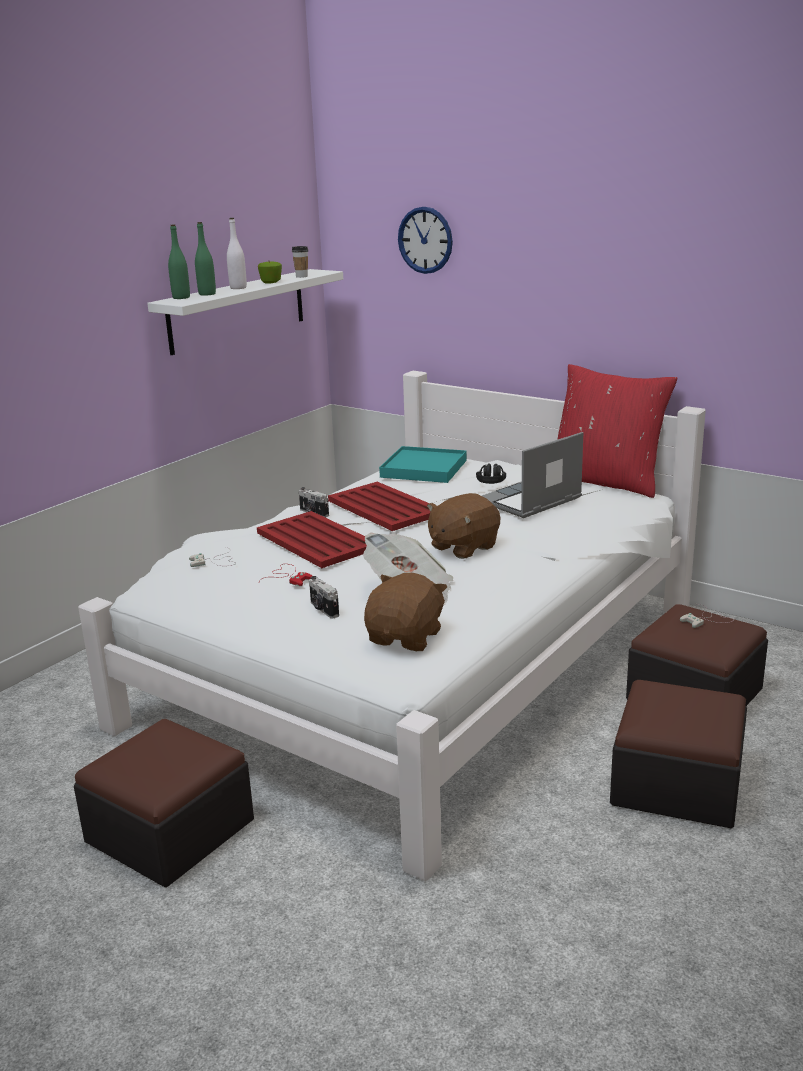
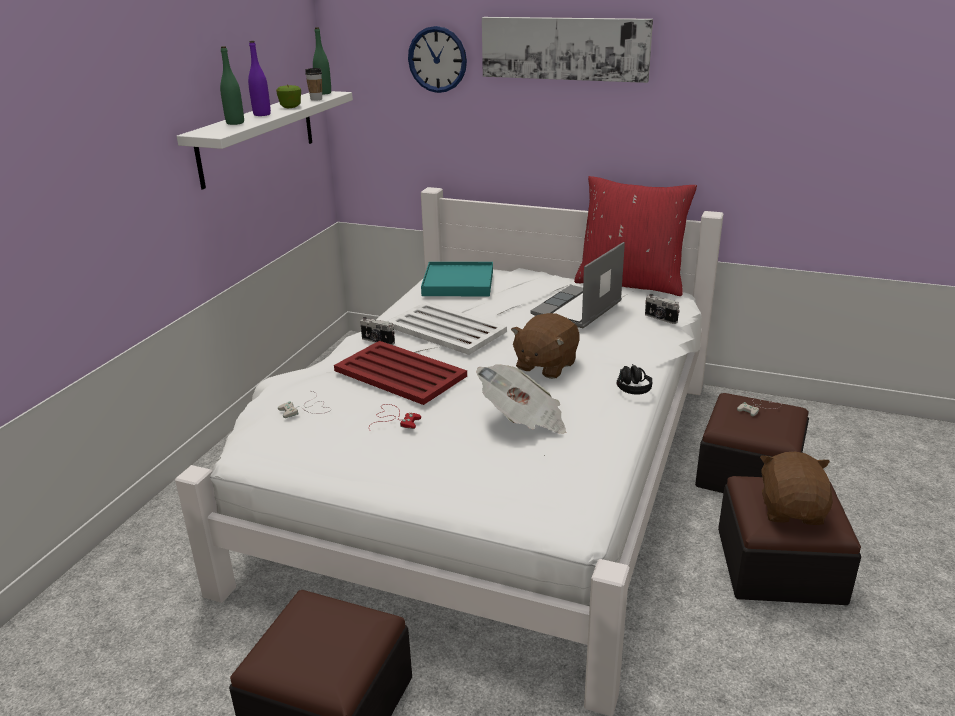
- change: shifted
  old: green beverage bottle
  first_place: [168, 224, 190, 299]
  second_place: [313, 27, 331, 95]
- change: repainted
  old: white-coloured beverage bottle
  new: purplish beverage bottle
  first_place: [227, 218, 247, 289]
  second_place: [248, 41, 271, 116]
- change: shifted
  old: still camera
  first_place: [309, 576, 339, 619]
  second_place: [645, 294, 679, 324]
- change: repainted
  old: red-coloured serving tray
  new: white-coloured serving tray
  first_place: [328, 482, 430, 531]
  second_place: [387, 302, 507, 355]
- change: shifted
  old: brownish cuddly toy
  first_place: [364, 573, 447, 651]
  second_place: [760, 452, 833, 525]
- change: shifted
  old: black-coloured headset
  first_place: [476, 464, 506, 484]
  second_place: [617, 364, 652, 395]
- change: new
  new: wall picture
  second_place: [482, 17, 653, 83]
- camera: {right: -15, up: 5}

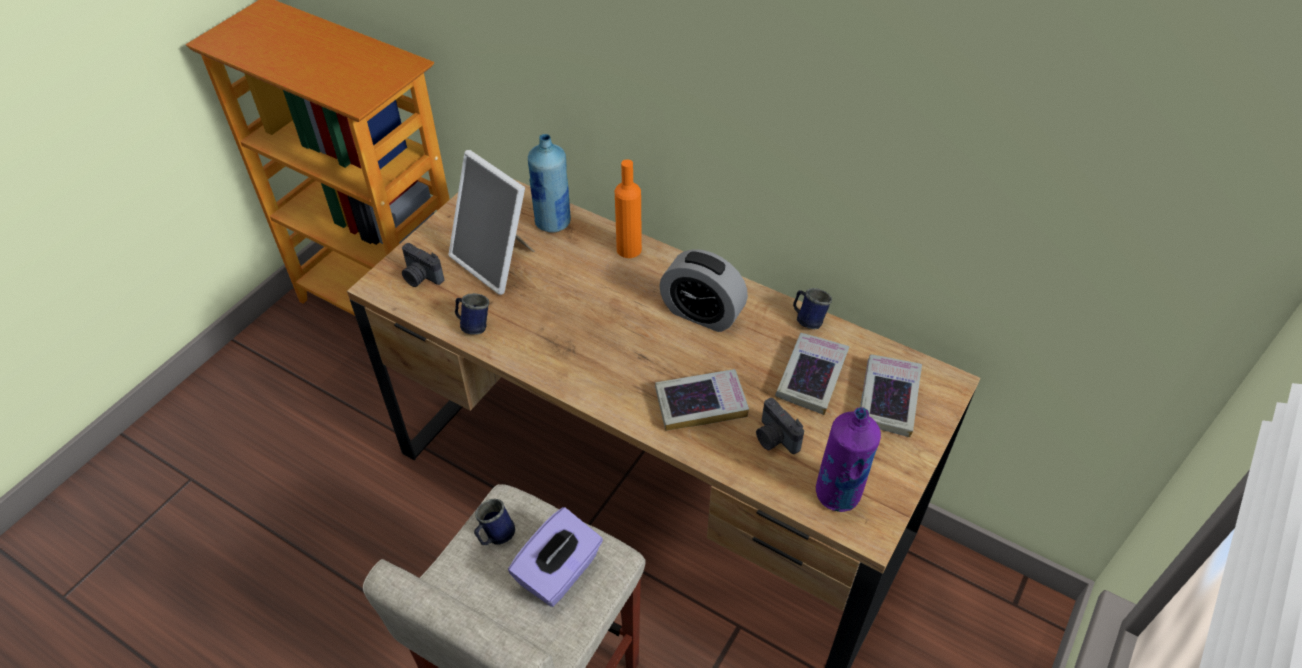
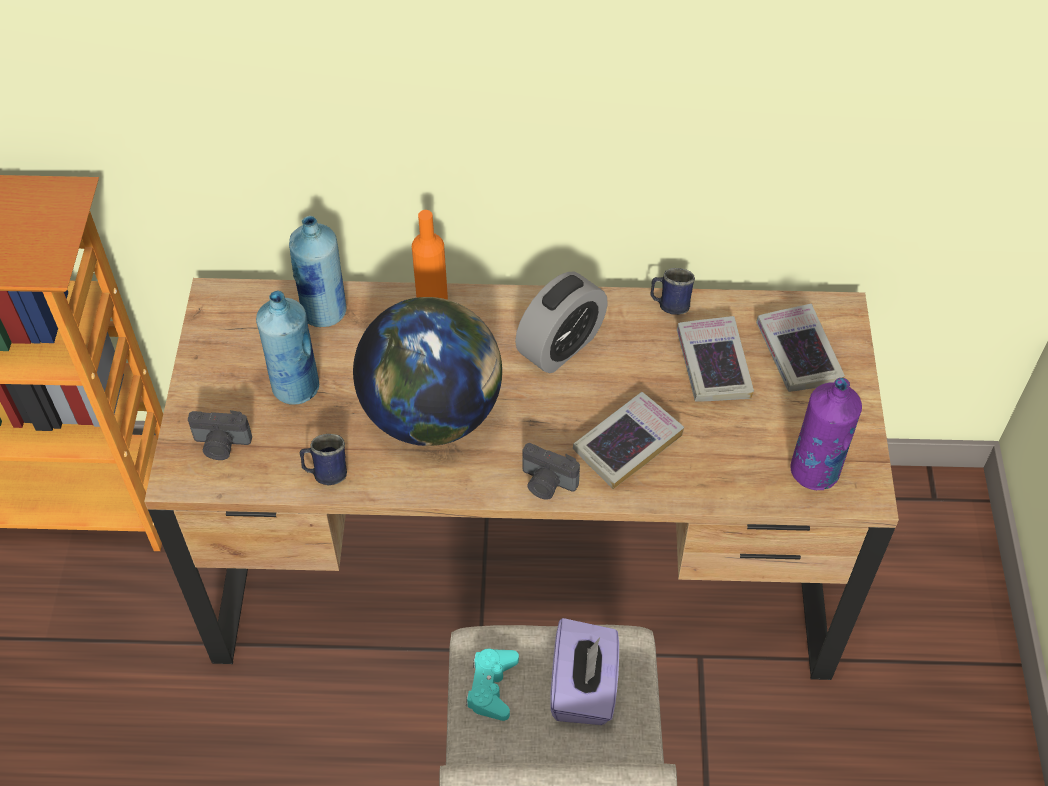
- change: swapped
  old: picture frame
  new: blue-coloured beverage bottle
  first_place: [449, 150, 535, 295]
  second_place: [256, 291, 319, 405]
- change: swapped
  old: blue-coloured tea mug
  new: turquoise joypad
  first_place: [474, 499, 515, 545]
  second_place: [466, 649, 519, 721]
- change: rotated
  old: bedside clock
  first_place: [659, 249, 748, 332]
  second_place: [515, 271, 608, 373]
  degrees: -45
- change: shifted
  old: still camera
  first_place: [756, 398, 804, 454]
  second_place: [522, 443, 580, 500]
- change: new
  new: world globe
  second_place: [353, 297, 502, 446]
- camera: {right: -30, up: 5}

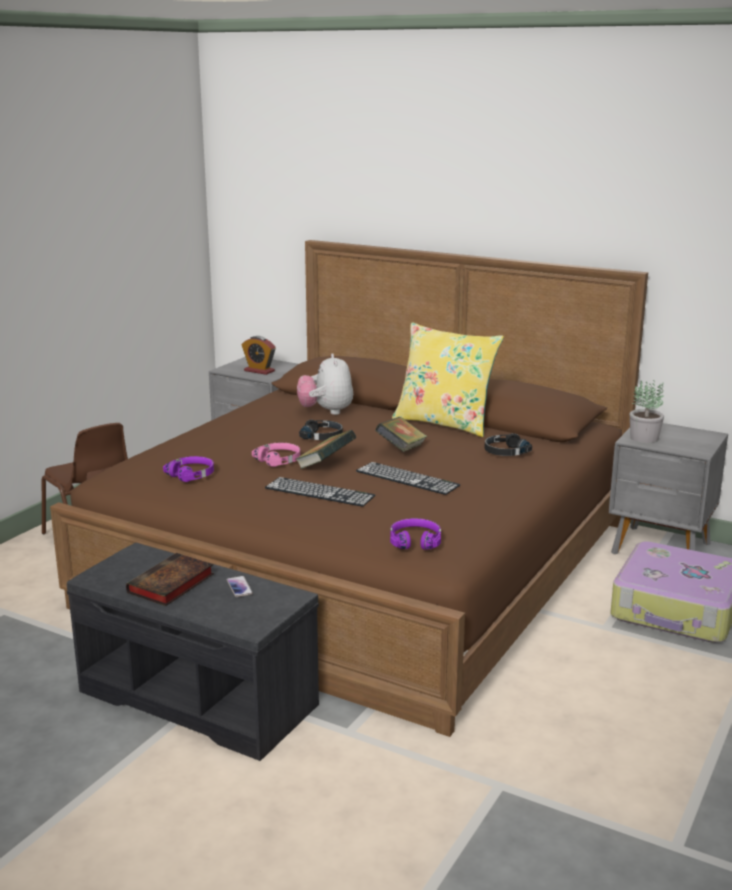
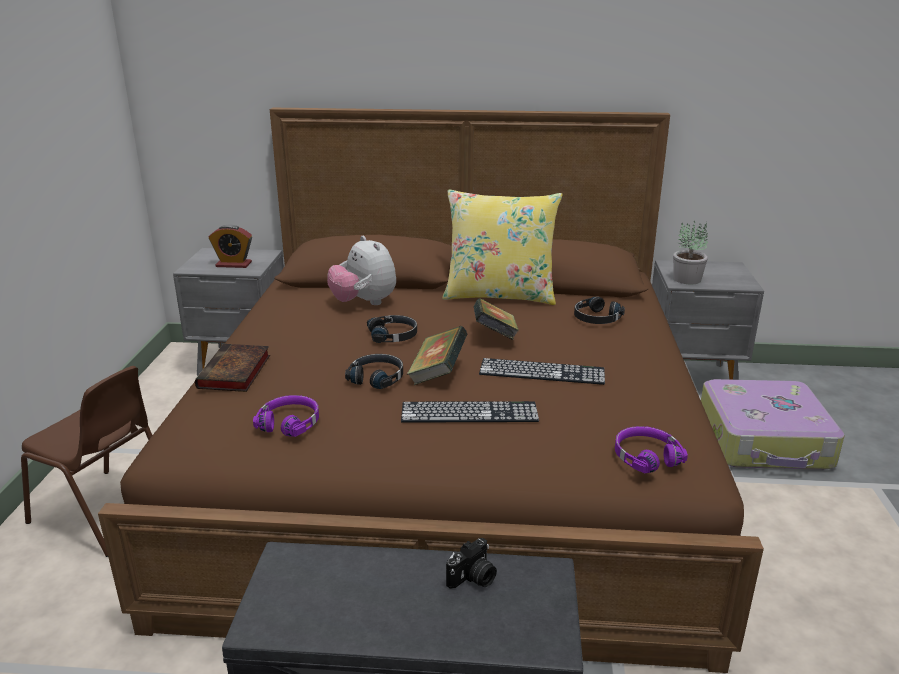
- change: shifted
  old: volume
  first_place: [126, 553, 214, 606]
  second_place: [195, 344, 270, 392]
- change: swapped
  old: telephone
  new: still camera
  first_place: [226, 576, 253, 597]
  second_place: [446, 538, 497, 589]
- change: repainted
  old: pinkish headset
  new: black-coloured headset
  first_place: [252, 443, 300, 467]
  second_place: [345, 354, 403, 389]
- camera: {right: -25, up: 5}

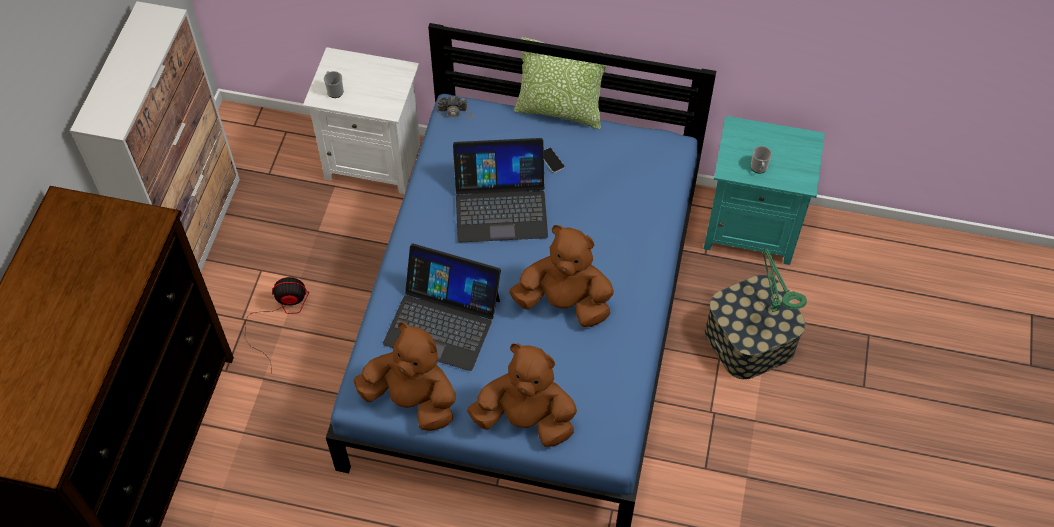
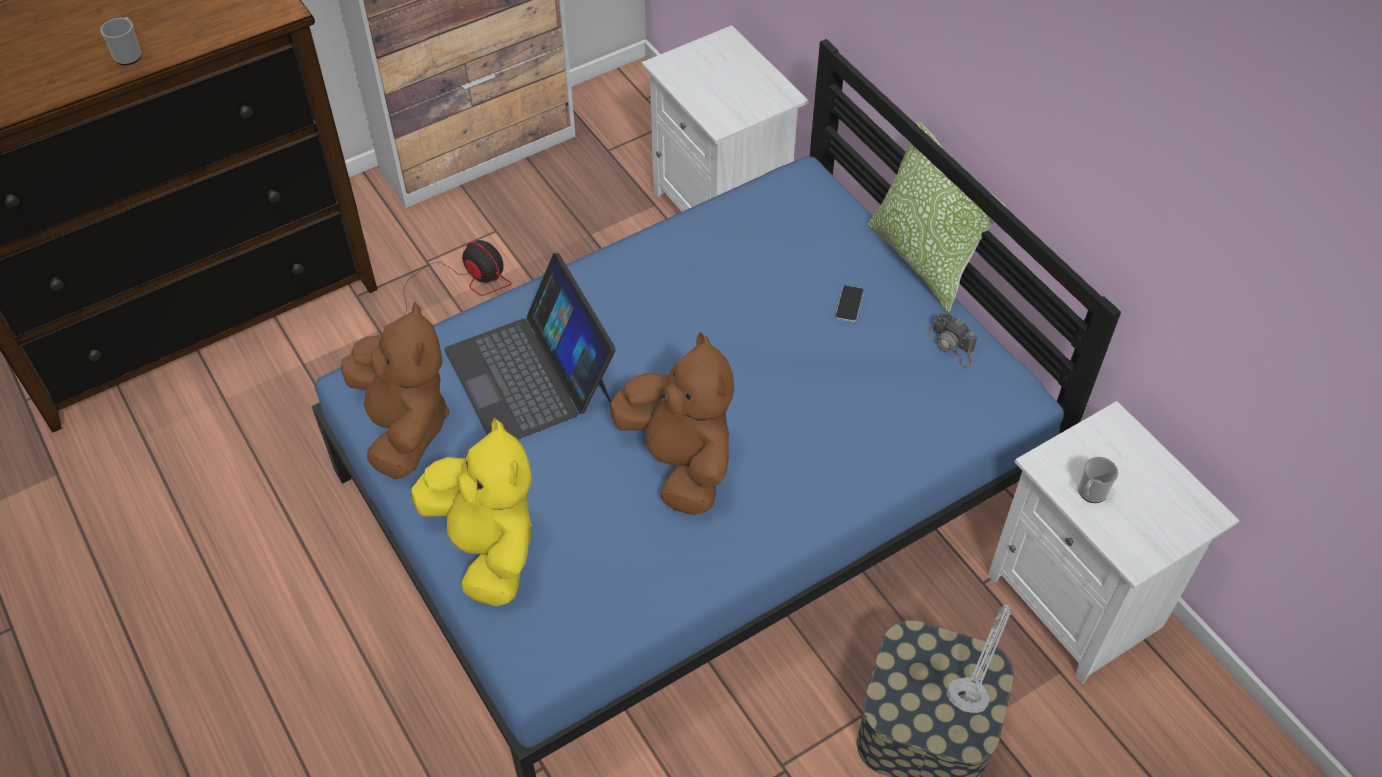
- change: shifted
  old: tea mug
  first_place: [324, 71, 344, 98]
  second_place: [100, 17, 142, 65]
- change: shifted
  old: still camera
  first_place: [437, 96, 474, 119]
  second_place: [926, 312, 977, 368]
- change: gone
  old: notebook computer
  first_place: [453, 138, 548, 243]
- change: repainted
  old: brownish cuddly toy
  new: yellow-coloured cuddly toy
  first_place: [467, 344, 577, 447]
  second_place: [411, 418, 532, 607]
- change: repainted
  old: turquoise nightstand
  new: white-coloured nightstand
  first_place: [704, 116, 825, 265]
  second_place: [988, 401, 1239, 684]
- change: repainted
  old: green table lamp
  new: gray table lamp
  first_place: [763, 248, 807, 312]
  second_place: [947, 604, 1012, 713]
- camera: {right: 45, up: -5}

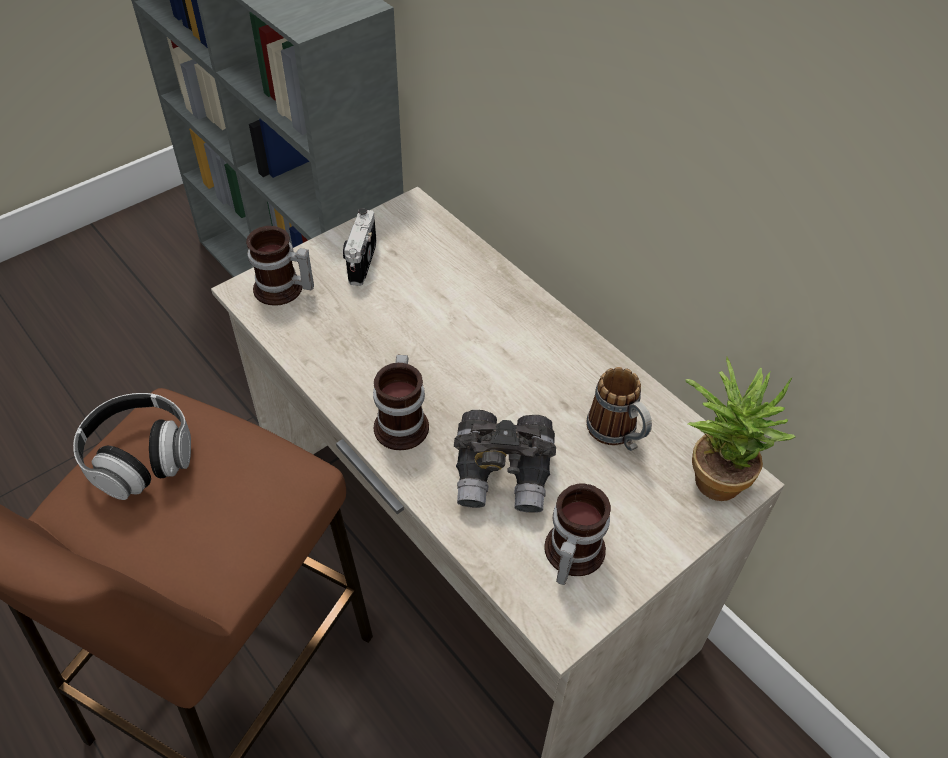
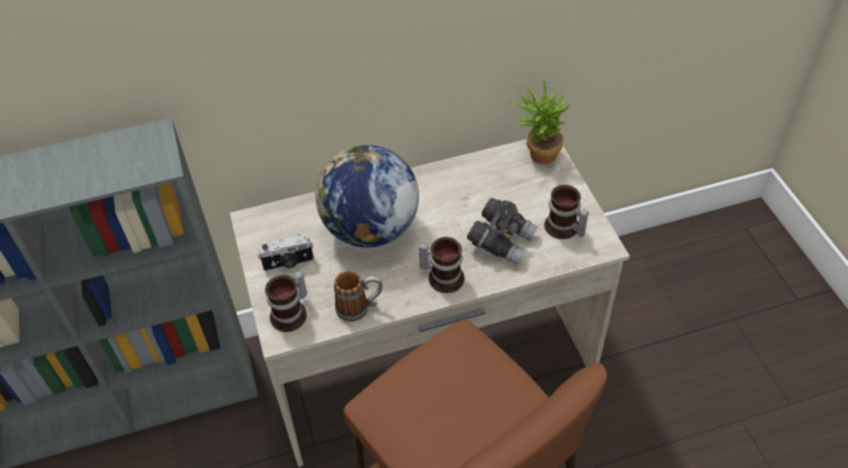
- change: gone
  old: headset
  first_place: [73, 393, 191, 500]
- change: rotated
  old: still camera
  first_place: [343, 208, 377, 286]
  second_place: [258, 234, 314, 271]
  degrees: -45
- change: shifted
  old: tea mug
  first_place: [586, 367, 652, 451]
  second_place: [334, 270, 383, 322]
- change: new
  new: world globe
  second_place: [315, 145, 419, 248]
- camera: {right: -65, up: 0}

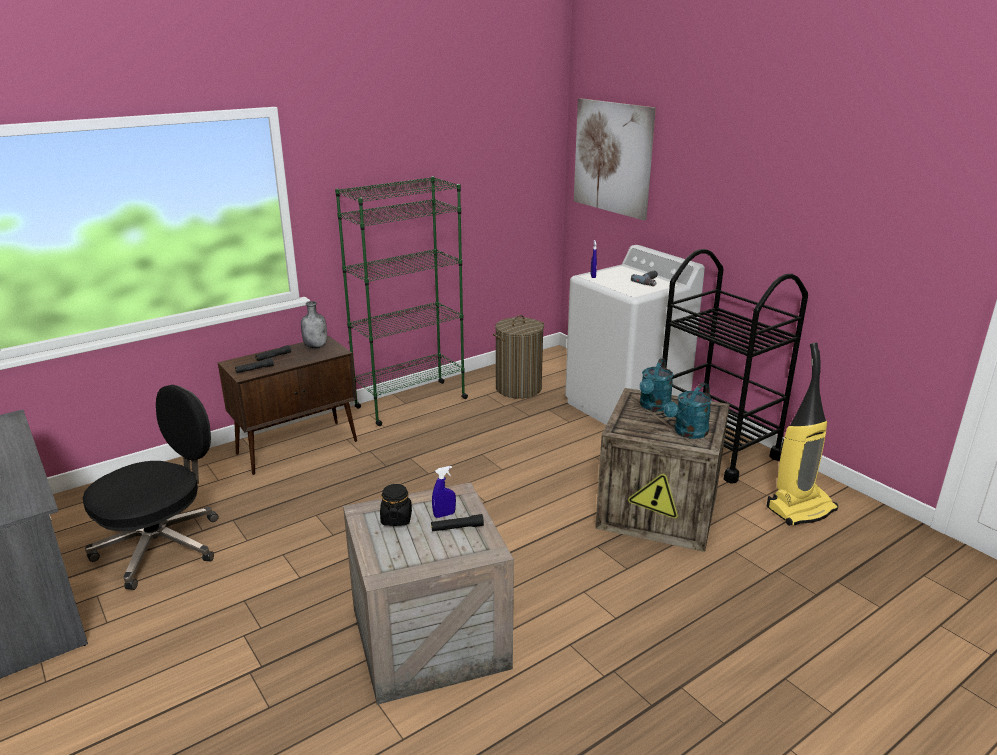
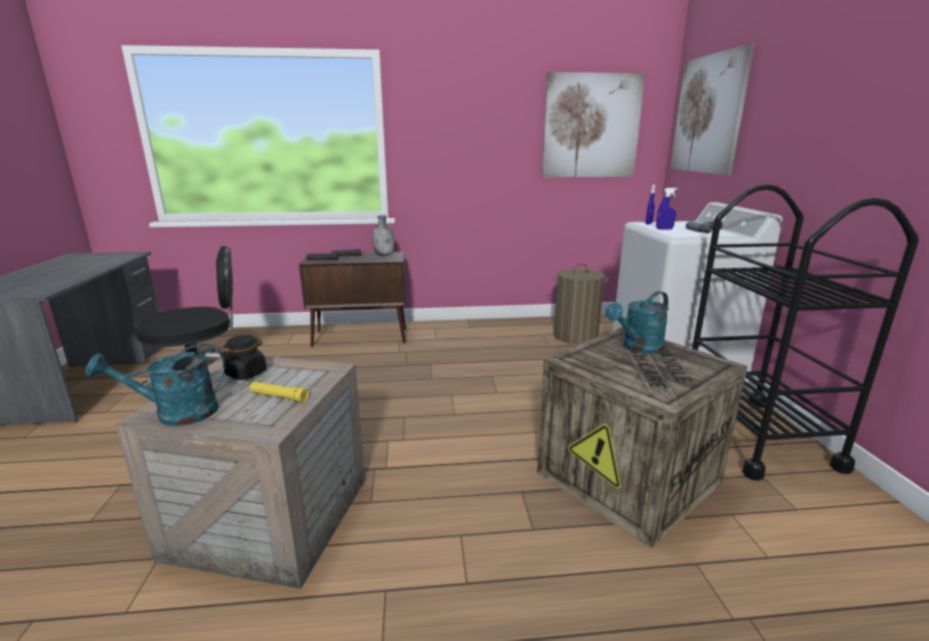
- change: gone
  old: green shelving unit
  first_place: [335, 176, 468, 426]
- change: repainted
  old: black-coloured torch
  new: yellow-coloured torch
  first_place: [431, 514, 484, 531]
  second_place: [250, 382, 309, 402]
- change: shifted
  old: blue-coloured spray bottle
  first_place: [432, 466, 456, 518]
  second_place: [656, 188, 677, 230]
- change: shifted
  old: turquoise watering can
  first_place: [664, 383, 712, 439]
  second_place: [85, 343, 225, 426]
- change: gone
  old: vacuum
  first_place: [767, 343, 838, 526]
- change: new
  new: wall picture
  second_place: [542, 72, 645, 177]
- camera: {right: 30, up: -5}

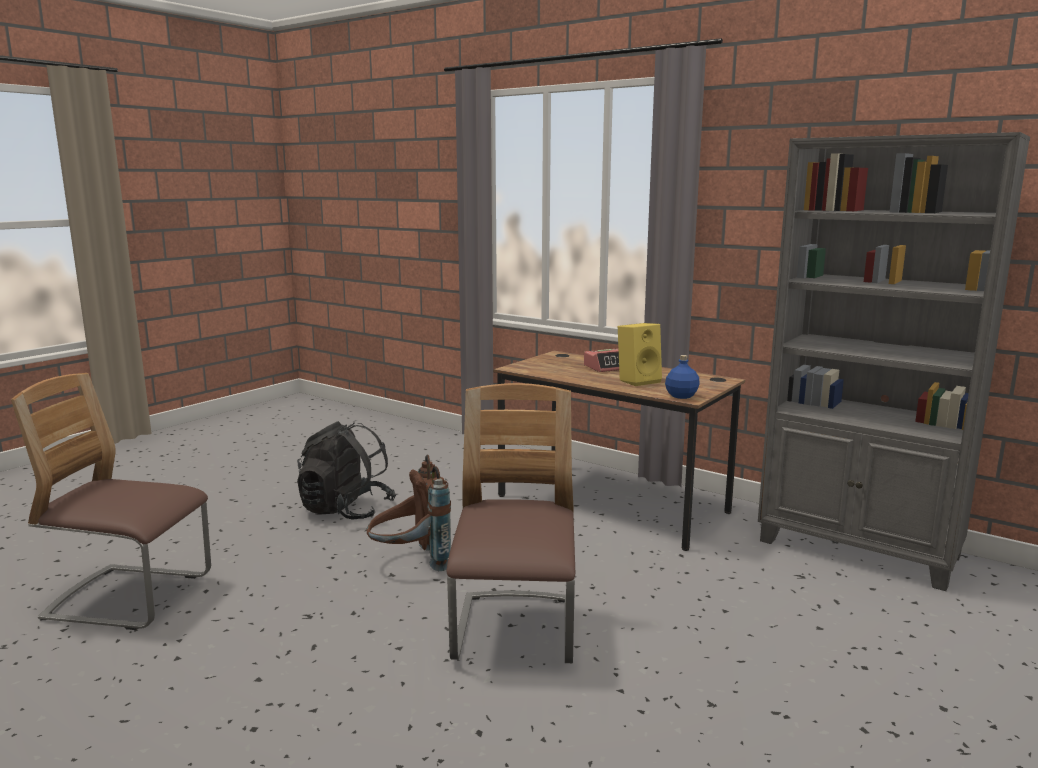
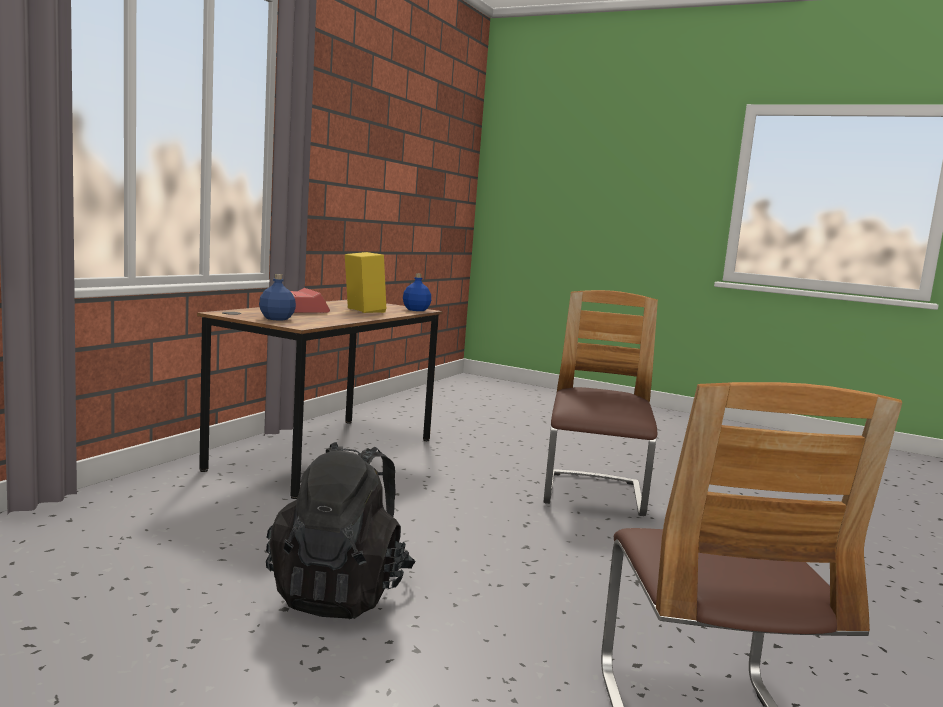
- change: gone
  old: brownish rucksack
  first_place: [366, 455, 451, 571]
- change: rotated
  old: chair
  first_place: [447, 383, 575, 663]
  second_place: [544, 290, 658, 516]
  degrees: 105
- change: gone
  old: gray shelving unit
  first_place: [758, 132, 1030, 591]
- change: new
  new: blue-coloured beverage bottle
  second_place: [259, 274, 296, 320]
- camera: {right: -100, up: -5}

